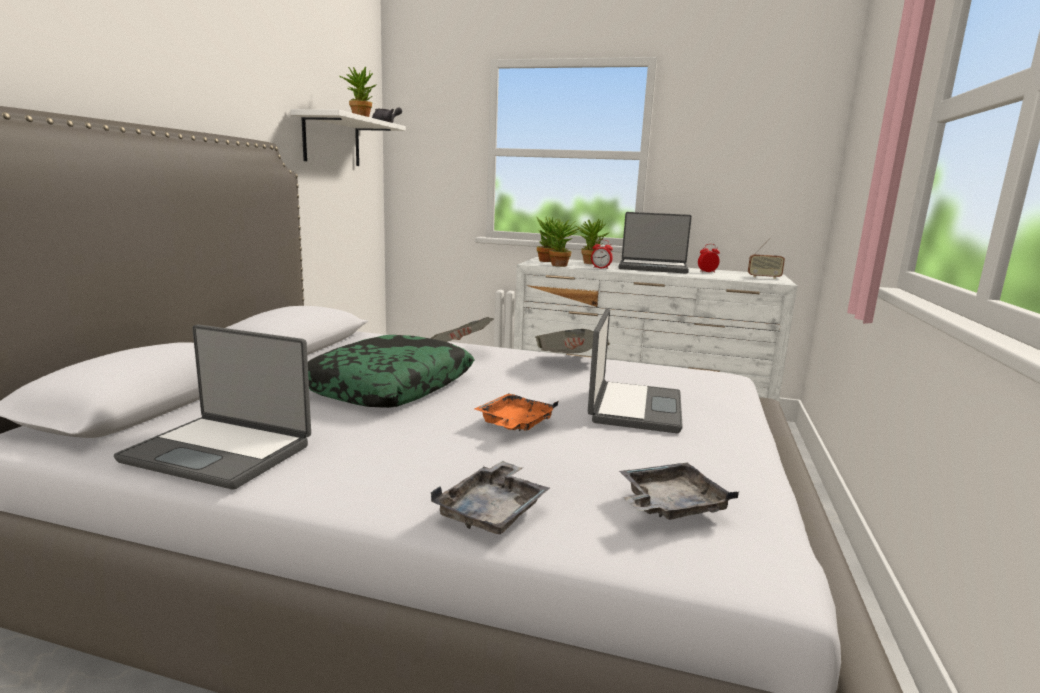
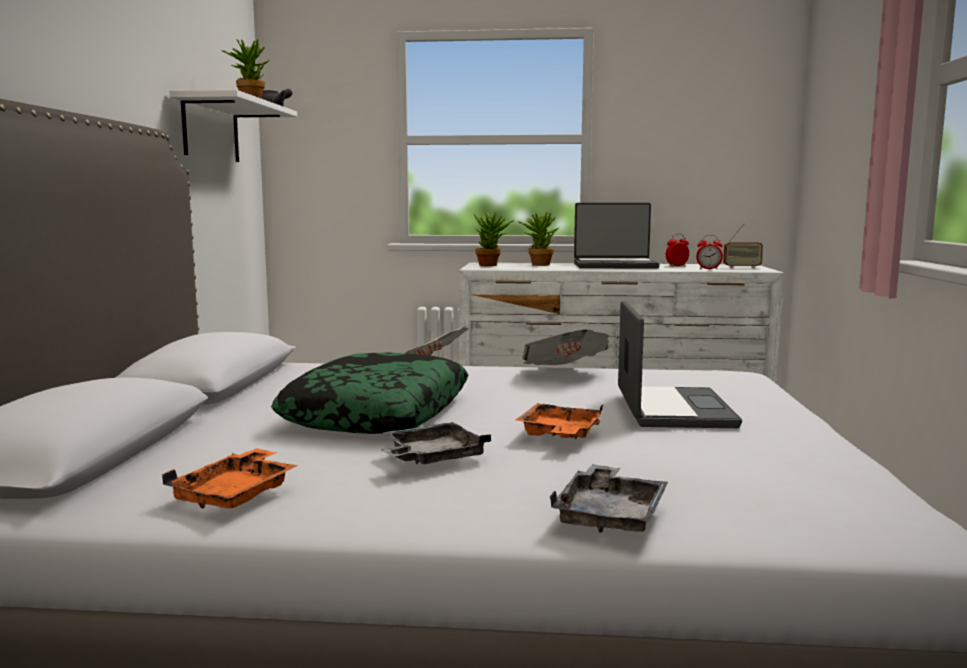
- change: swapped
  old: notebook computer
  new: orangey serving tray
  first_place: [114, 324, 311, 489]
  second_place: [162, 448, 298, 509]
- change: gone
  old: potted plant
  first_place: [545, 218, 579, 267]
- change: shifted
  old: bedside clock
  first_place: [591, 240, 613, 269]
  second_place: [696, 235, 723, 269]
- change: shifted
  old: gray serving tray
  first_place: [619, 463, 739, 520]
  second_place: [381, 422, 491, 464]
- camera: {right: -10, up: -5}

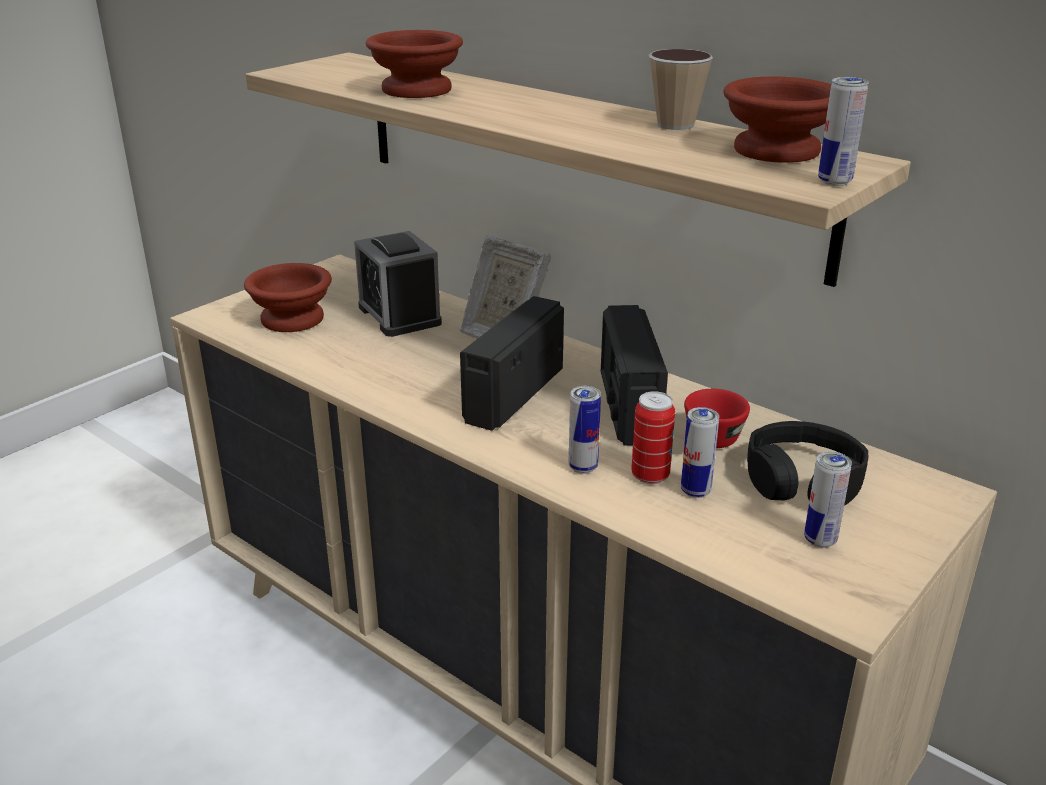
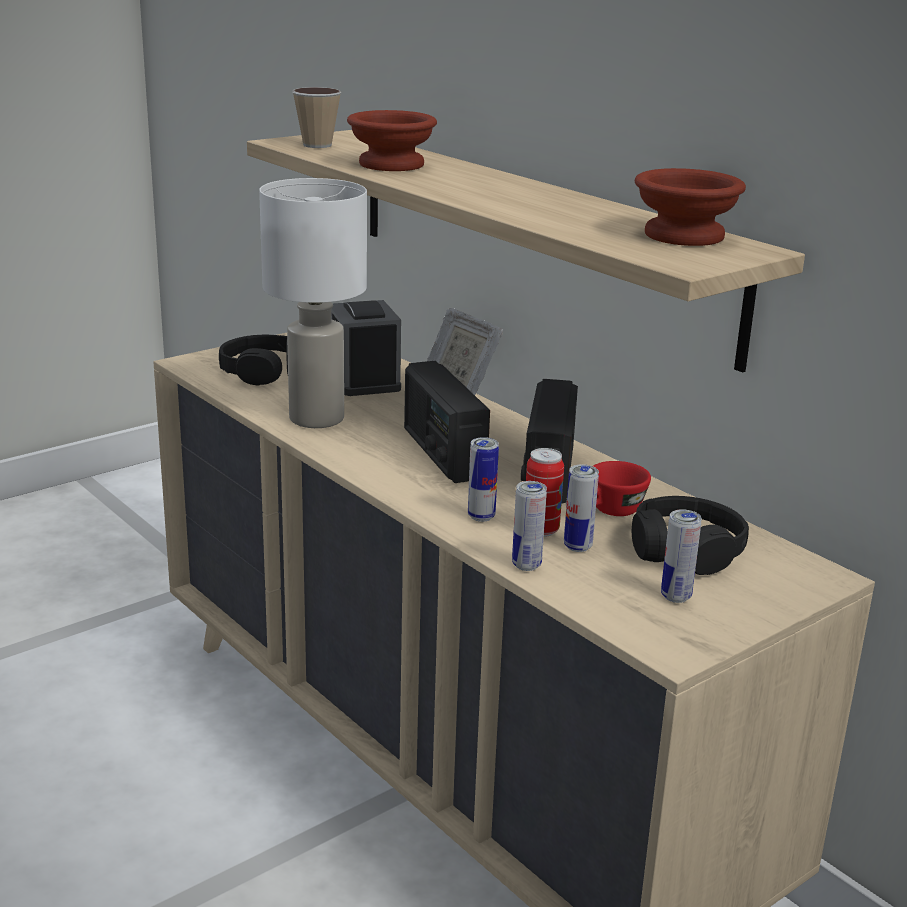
- change: swapped
  old: brownish bowl
  new: black-coloured headset
  first_place: [244, 263, 332, 332]
  second_place: [219, 335, 288, 386]
- change: rotated
  old: radio receiver
  first_place: [460, 296, 564, 431]
  second_place: [404, 361, 490, 483]
  degrees: -60
- change: shifted
  old: cup
  first_place: [649, 49, 713, 130]
  second_place: [292, 87, 341, 148]
- change: shifted
  old: sealed can
  first_place: [818, 77, 869, 186]
  second_place: [512, 481, 547, 571]
- change: new
  new: white-coloured table lamp
  second_place: [259, 178, 367, 428]
- camera: {right: 10, up: -5}

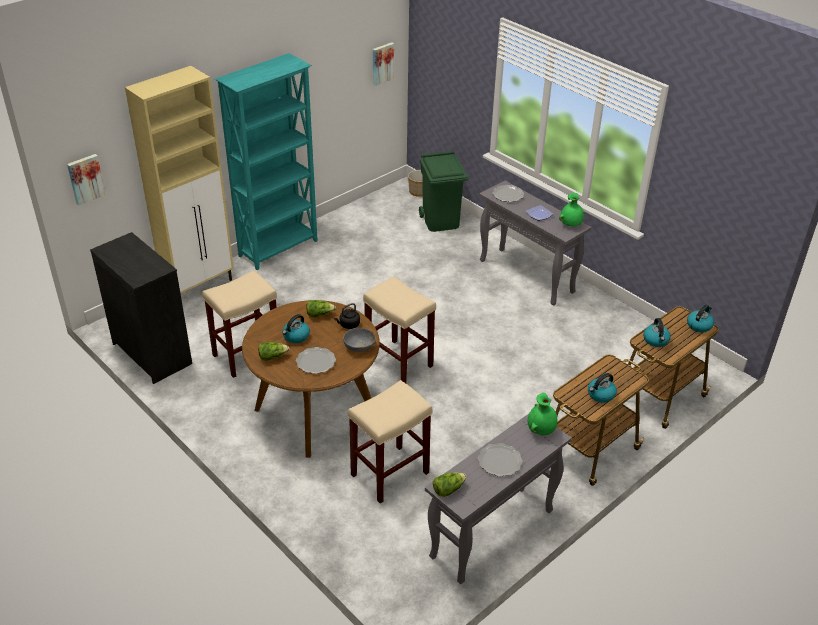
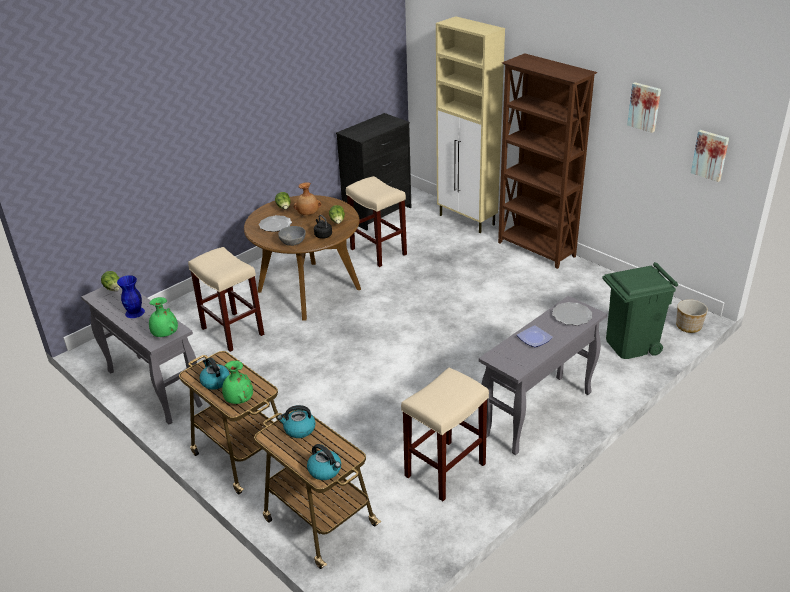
- change: shifted
  old: wall picture
  first_place: [67, 154, 106, 206]
  second_place: [627, 82, 661, 133]
- change: repainted
  old: turquoise shelving unit
  new: brownish shelving unit
  first_place: [215, 53, 318, 270]
  second_place: [498, 53, 597, 269]
- change: swapped
  old: tea kettle
  new: brownish vase
  first_place: [282, 314, 310, 343]
  second_place: [294, 182, 321, 215]
- change: shifted
  old: sand-coloured stool seat
  first_place: [363, 276, 436, 383]
  second_place: [401, 367, 489, 501]
- change: swapped
  old: plate
  new: blue-coloured vase
  first_place: [478, 443, 523, 477]
  second_place: [117, 275, 145, 318]
- change: shifted
  old: green vase
  first_place: [559, 193, 585, 226]
  second_place: [222, 361, 253, 404]
- camera: {right: 90, up: -5}

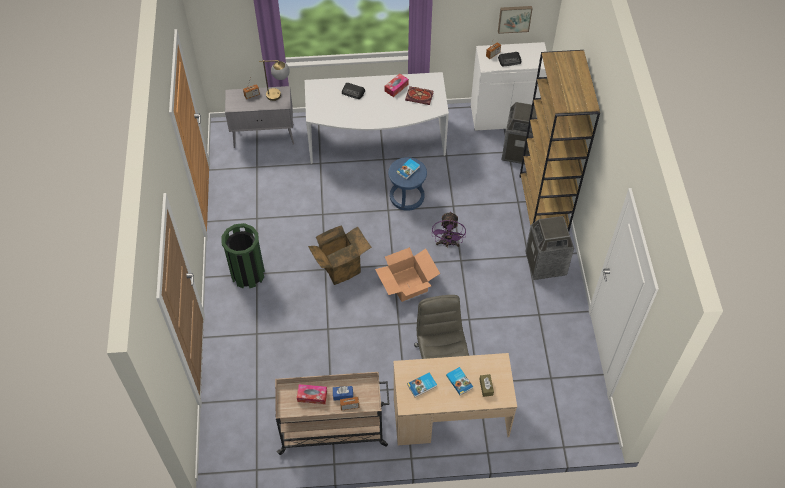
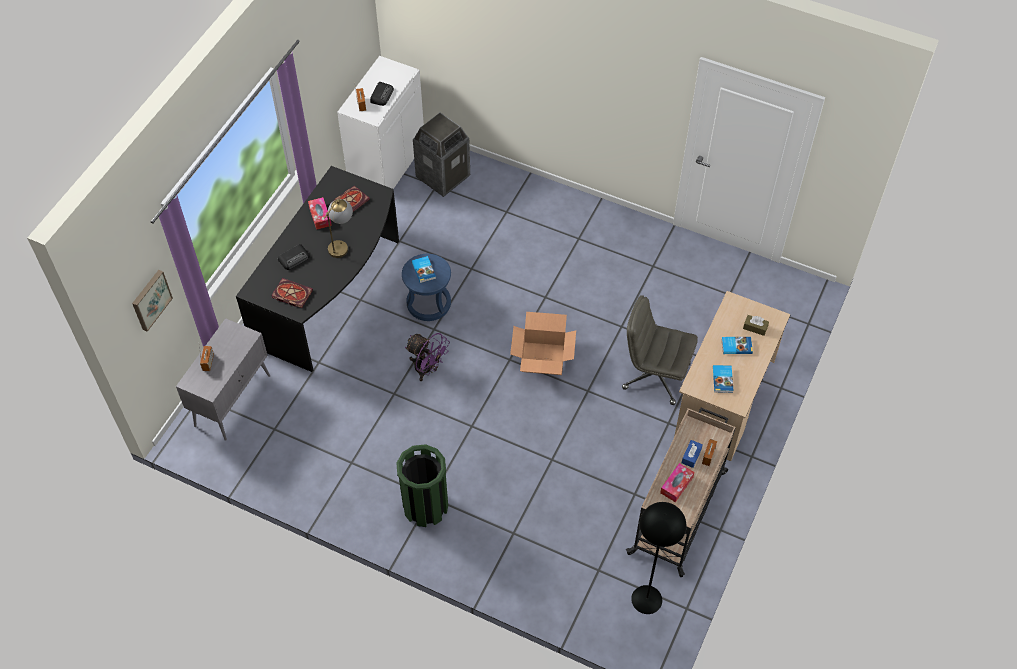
- change: shifted
  old: table lamp
  first_place: [259, 60, 290, 101]
  second_place: [324, 199, 353, 258]
- change: repainted
  old: white-coloured desk table
  new: black-coloured desk table
  first_place: [305, 72, 449, 164]
  second_place: [236, 166, 399, 372]
- change: gone
  old: cardboard box
  first_place: [308, 225, 372, 285]
- change: shifted
  old: purplish cooling fan
  first_place: [432, 211, 466, 247]
  second_place: [405, 333, 450, 381]
- change: shifted
  old: wall picture
  first_place: [498, 6, 532, 34]
  second_place: [132, 270, 173, 332]
- change: gone
  old: brownish shelving unit
  first_place: [520, 50, 600, 231]
- change: gone
  old: trash can
  first_place: [525, 216, 574, 280]
- change: new
  new: volume
  second_place: [271, 278, 313, 308]
- change: new
  new: black-coloured standard lamp
  second_place: [631, 502, 686, 614]
- camera: {right: -60, up: 0}

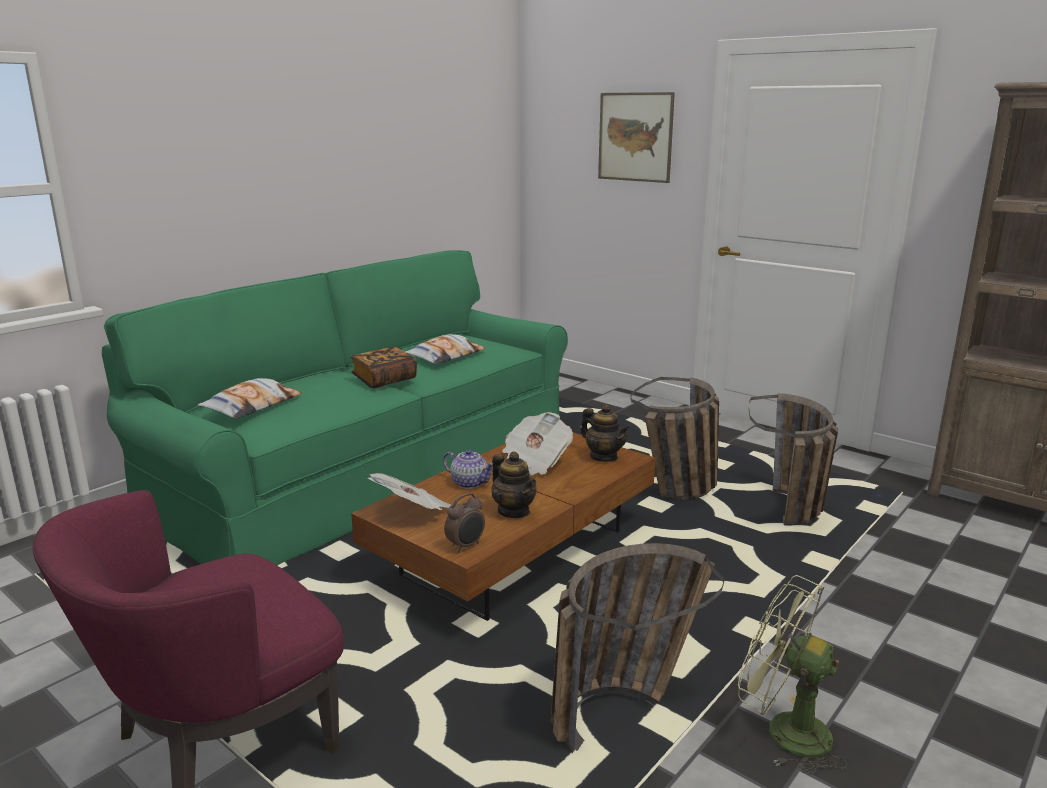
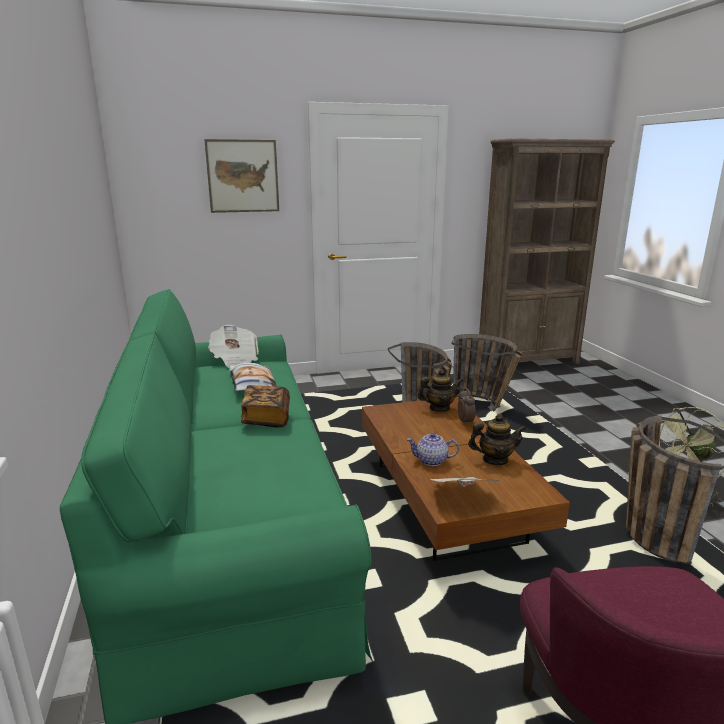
- change: gone
  old: pillow
  first_place: [198, 378, 301, 419]
- change: rotated
  old: teapot
  first_place: [443, 449, 493, 489]
  second_place: [406, 433, 459, 466]
  degrees: -150
- change: shifted
  old: bedside clock
  first_place: [444, 493, 485, 552]
  second_place: [458, 388, 476, 425]
- change: shifted
  old: printed paper
  first_place: [502, 412, 573, 475]
  second_place: [208, 325, 258, 368]
- camera: {right: -55, up: 0}

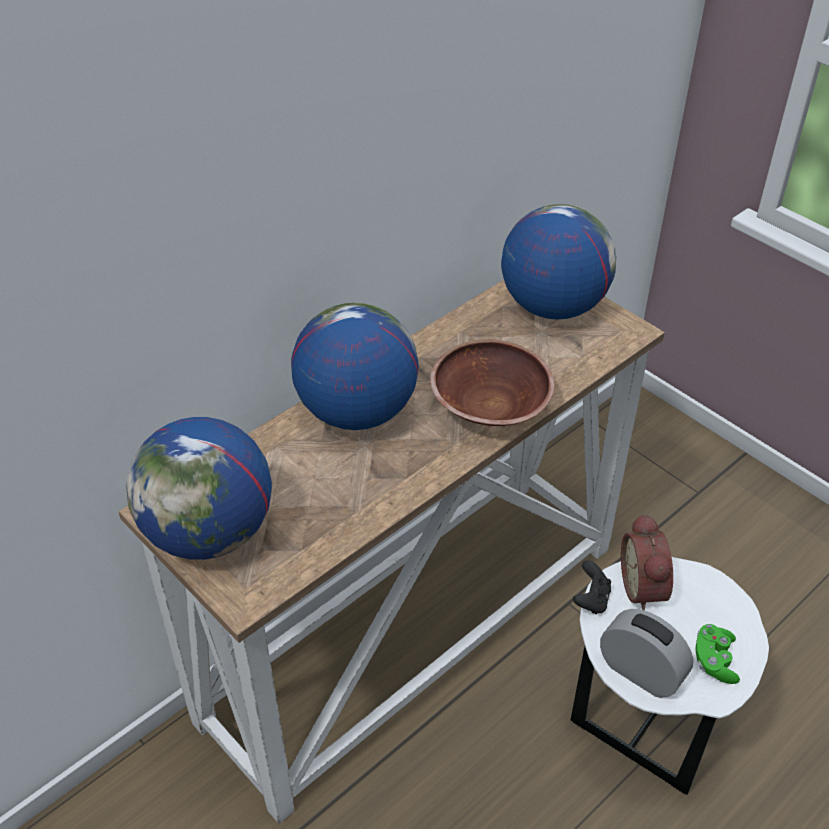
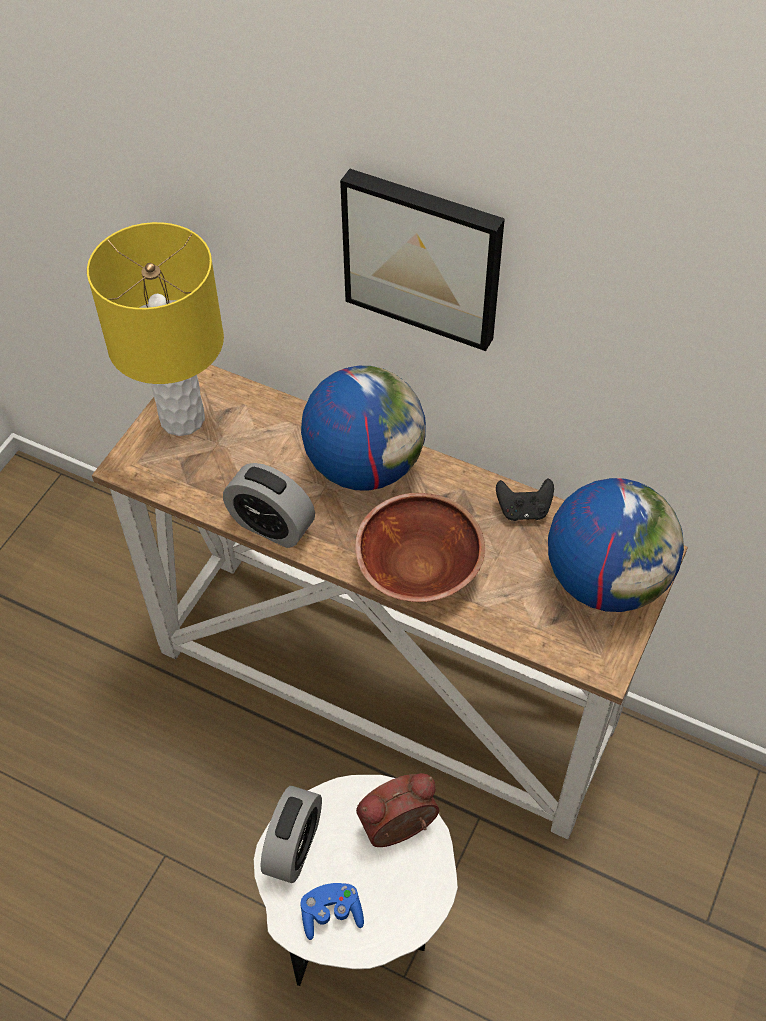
- change: swapped
  old: world globe
  new: yellow-coloured table lamp
  first_place: [126, 417, 272, 560]
  second_place: [87, 222, 224, 436]
- change: shifted
  old: black-coloured joypad
  first_place: [573, 560, 611, 614]
  second_place: [496, 478, 554, 521]
- change: repainted
  old: green joypad
  new: blue-coloured joypad
  first_place: [695, 624, 740, 684]
  second_place: [300, 883, 364, 940]
- change: new
  new: bedside clock
  second_place: [223, 463, 315, 548]
- change: new
  new: wall picture
  second_place: [340, 169, 505, 351]
- camera: {right: 70, up: 10}

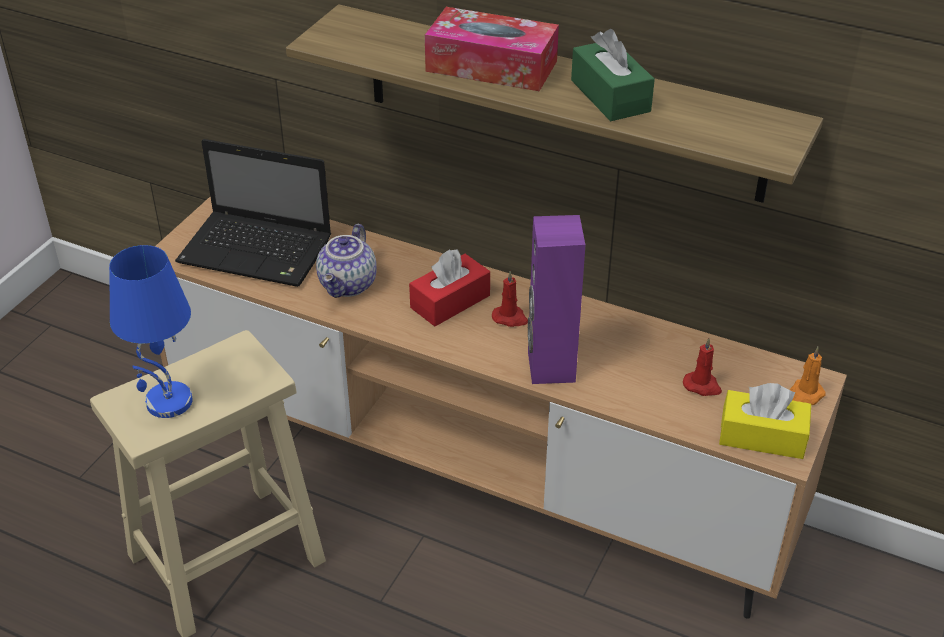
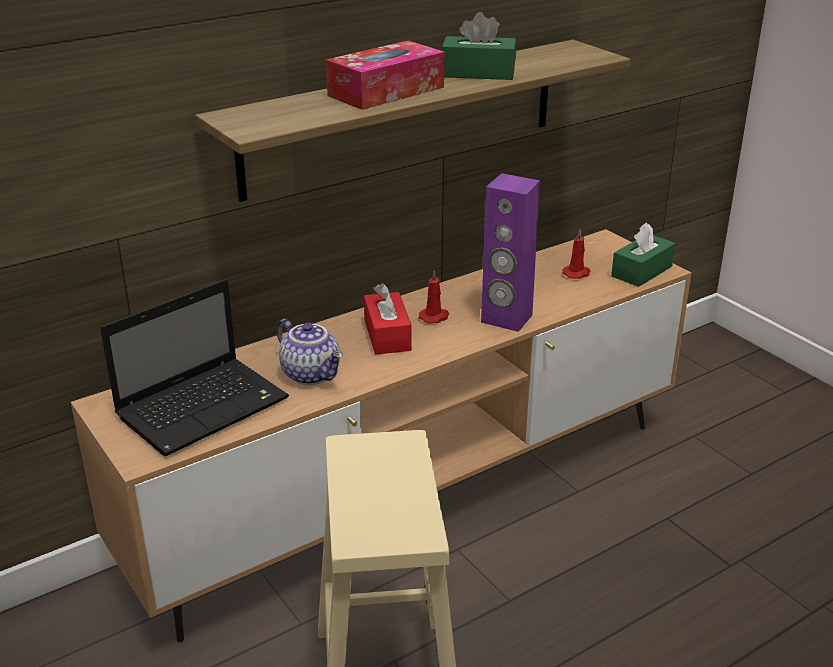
- change: gone
  old: blue-coloured table lamp
  first_place: [109, 245, 193, 418]
- change: repainted
  old: yellow-coloured box of tissues
  new: green box of tissues
  first_place: [719, 383, 811, 459]
  second_place: [611, 222, 675, 287]
- change: gone
  old: orangey wax light
  first_place: [790, 347, 826, 405]
- camera: {right: -60, up: -10}

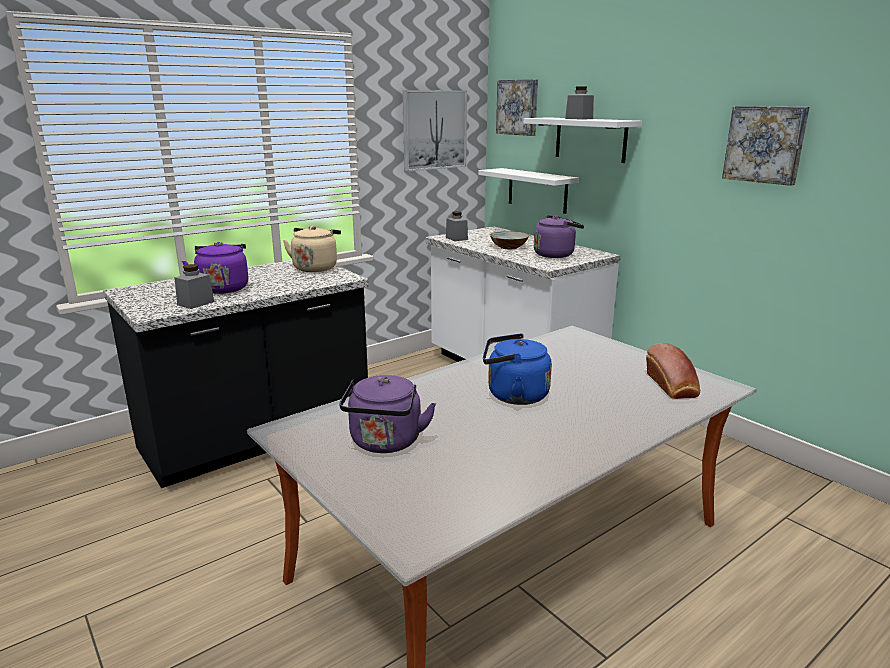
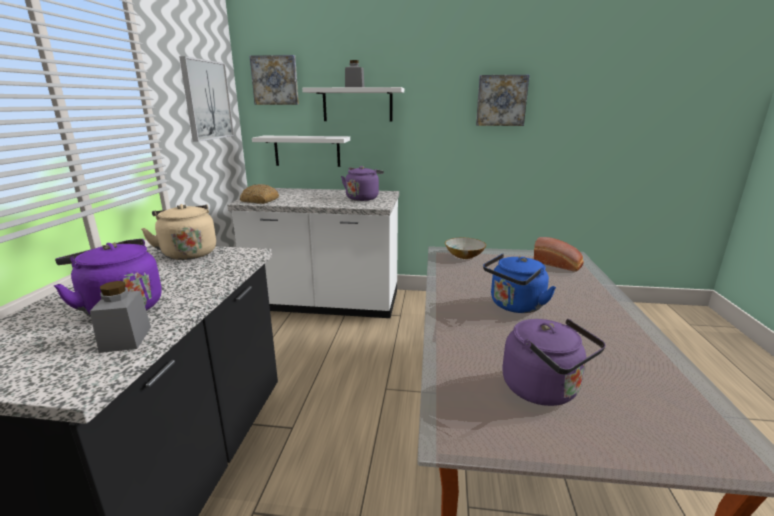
- change: swapped
  old: gray storage jar
  new: bread
  first_place: [446, 211, 468, 241]
  second_place: [240, 184, 279, 204]
- change: shifted
  old: bowl
  first_place: [490, 231, 529, 249]
  second_place: [445, 238, 486, 259]
- camera: {right: -45, up: 0}

